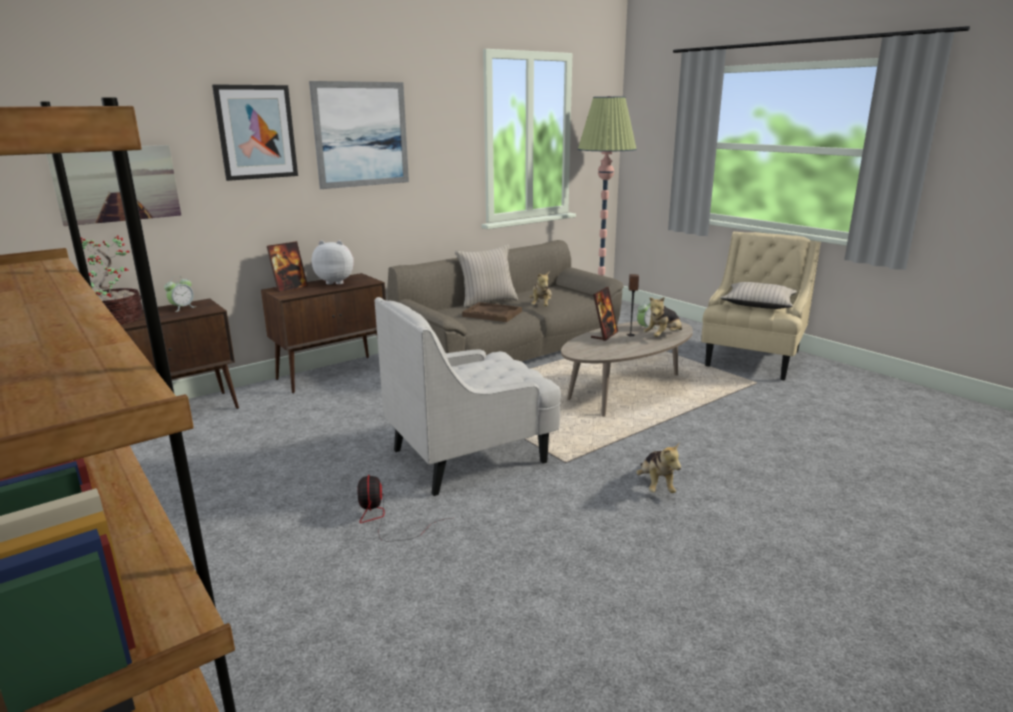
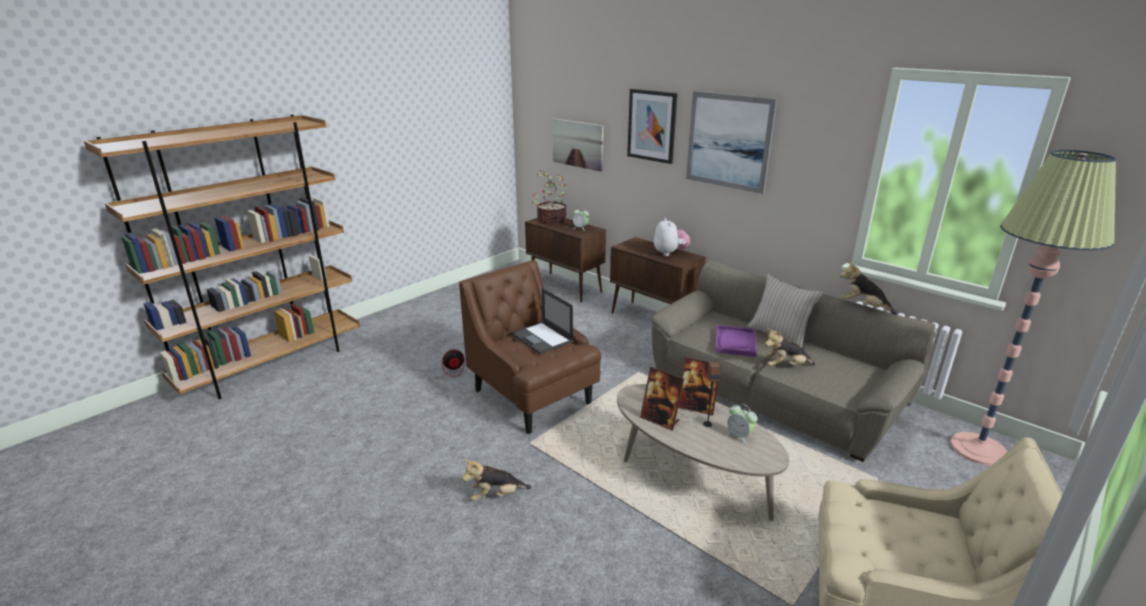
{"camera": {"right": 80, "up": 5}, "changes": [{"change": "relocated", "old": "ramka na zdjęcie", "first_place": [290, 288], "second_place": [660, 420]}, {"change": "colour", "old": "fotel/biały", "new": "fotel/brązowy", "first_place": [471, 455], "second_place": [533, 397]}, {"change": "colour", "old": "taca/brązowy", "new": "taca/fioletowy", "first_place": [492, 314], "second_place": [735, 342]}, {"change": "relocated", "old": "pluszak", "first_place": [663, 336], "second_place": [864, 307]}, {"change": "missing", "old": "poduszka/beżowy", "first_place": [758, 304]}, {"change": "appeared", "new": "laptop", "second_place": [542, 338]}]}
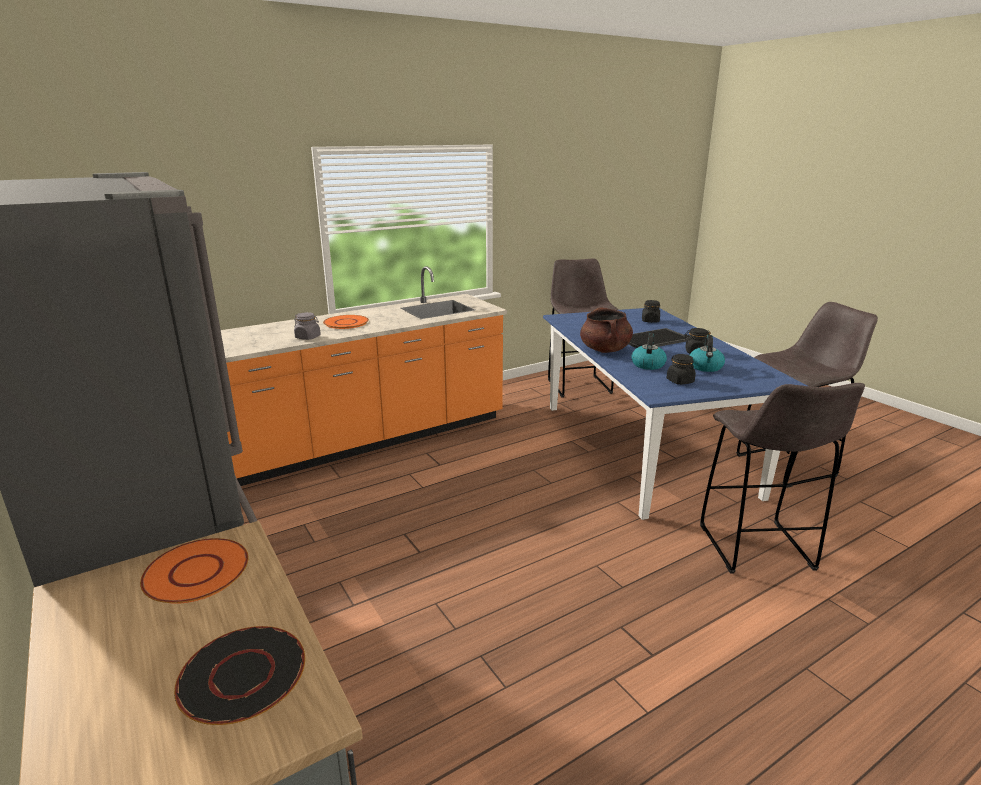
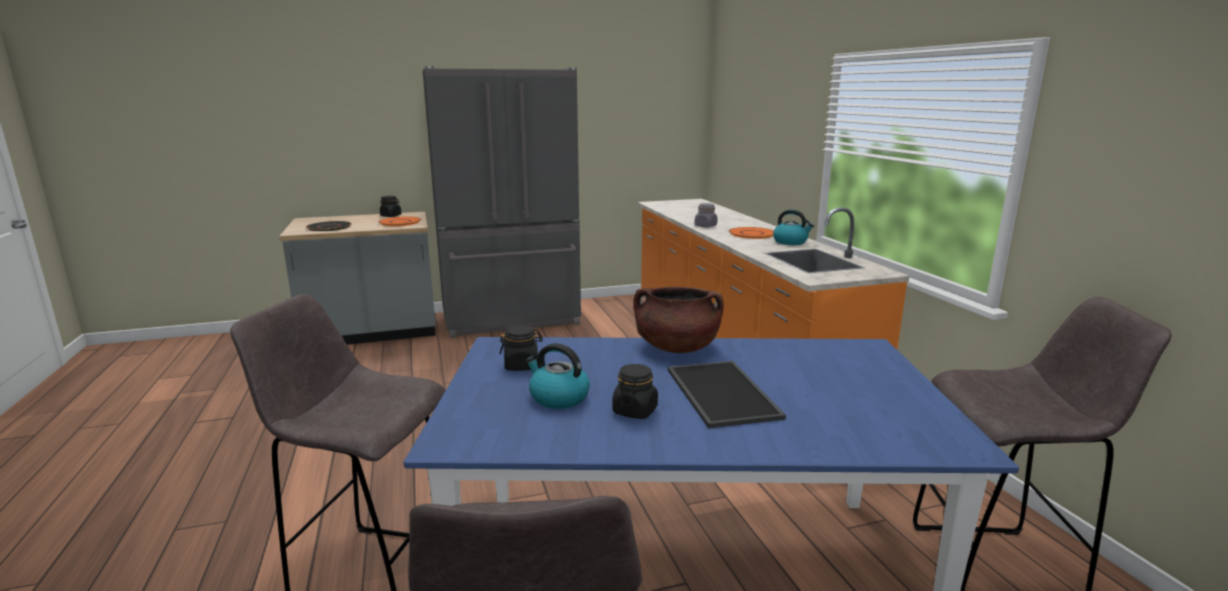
{"camera": {"right": 105, "up": -5}, "changes": [{"change": "relocated", "old": "czajnik", "first_place": [648, 364], "second_place": [791, 242]}, {"change": "relocated", "old": "słoik/czarny", "first_place": [650, 321], "second_place": [391, 216]}]}
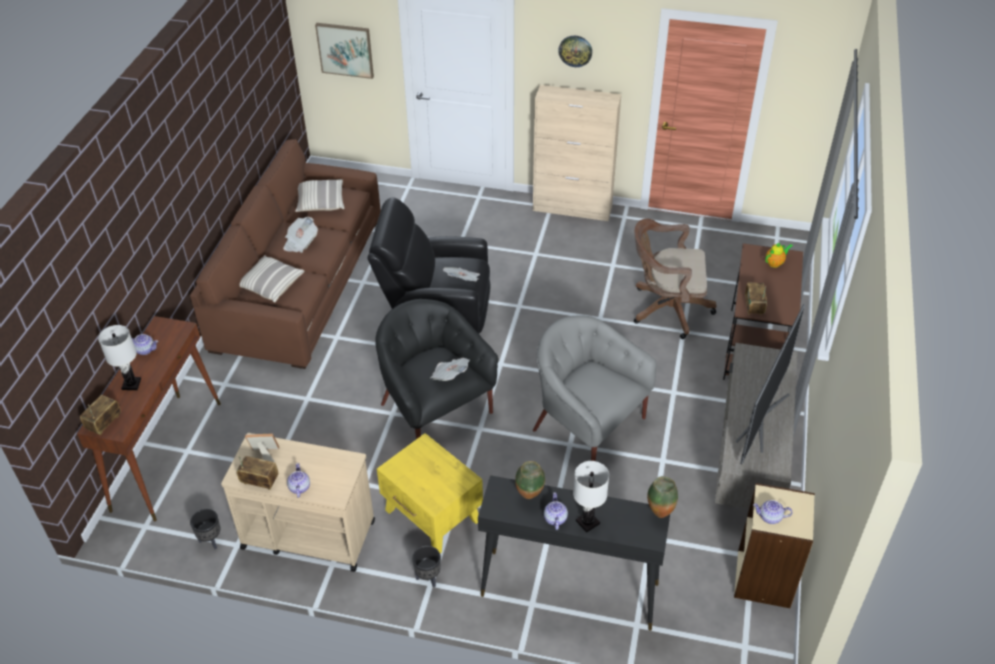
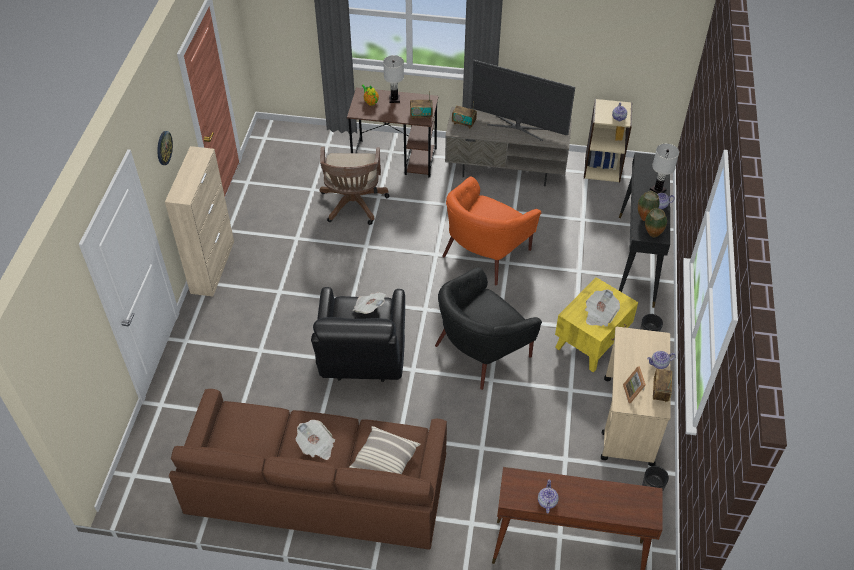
{"camera": {"right": -95, "up": 5}, "changes": [{"change": "relocated", "old": "radio", "first_place": [104, 423], "second_place": [463, 123]}, {"change": "relocated", "old": "lampa stołowa/biały", "first_place": [132, 384], "second_place": [394, 99]}, {"change": "missing", "old": "poduszka", "first_place": [321, 203]}, {"change": "missing", "old": "obraz", "first_place": [345, 50]}, {"change": "relocated", "old": "gazeta", "first_place": [450, 376], "second_place": [599, 314]}, {"change": "colour", "old": "fotel/szary", "new": "fotel/pomarańczowy", "first_place": [587, 424], "second_place": [485, 253]}, {"change": "relocated", "old": "wazon", "first_place": [659, 513], "second_place": [652, 236]}]}
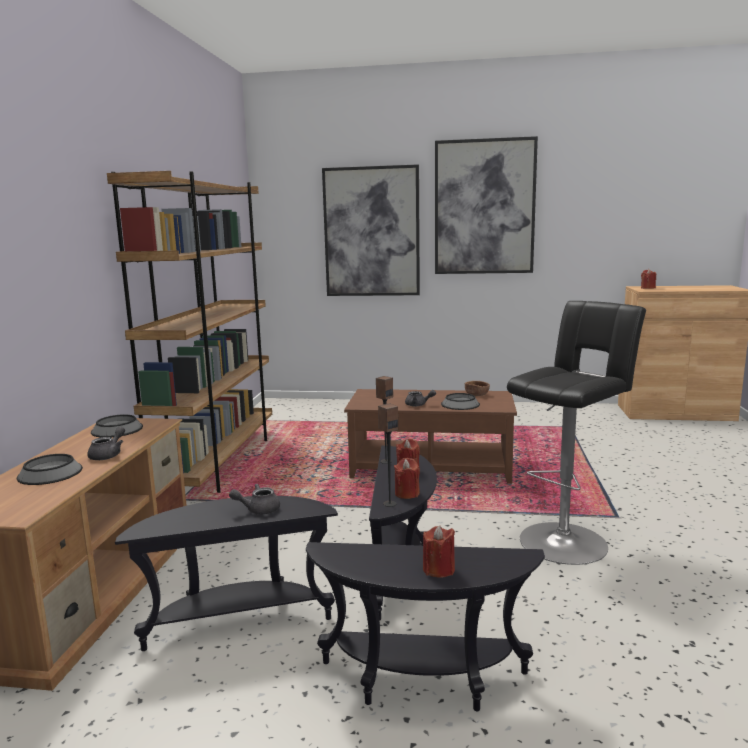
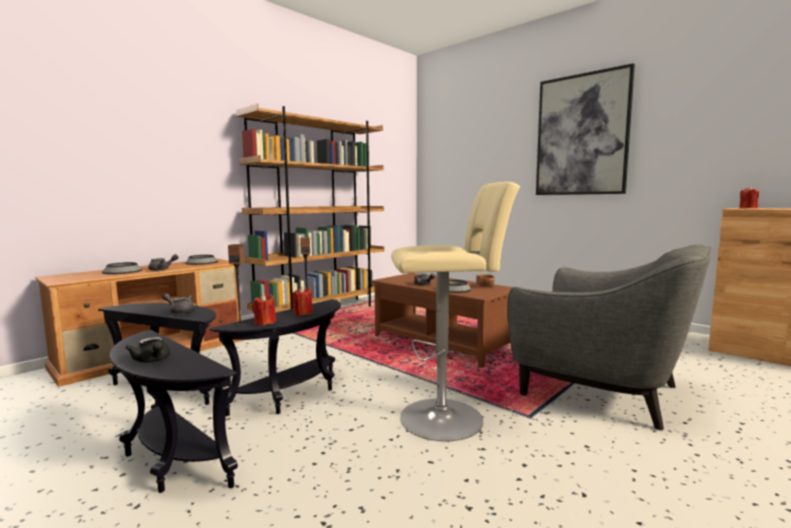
{"camera": {"right": 35, "up": -5}, "changes": [{"change": "missing", "old": "obraz", "first_place": [371, 232]}, {"change": "exchanged", "old": "świeca/czerwony", "new": "imbryk/czarny", "first_place": [438, 569], "second_place": [152, 360]}, {"change": "colour", "old": "stołek/czarny", "new": "stołek/beżowy", "first_place": [566, 540], "second_place": [447, 417]}, {"change": "appeared", "new": "fotel/szary", "second_place": [601, 390]}]}
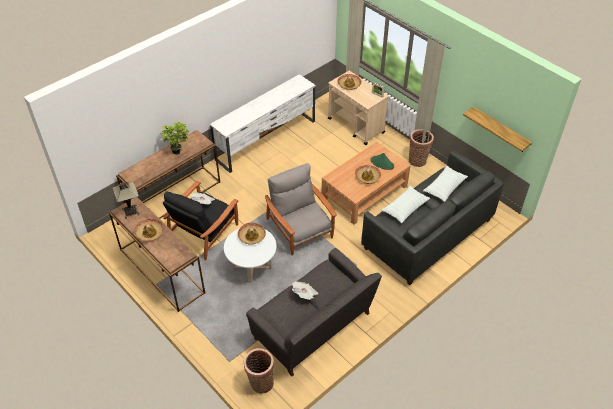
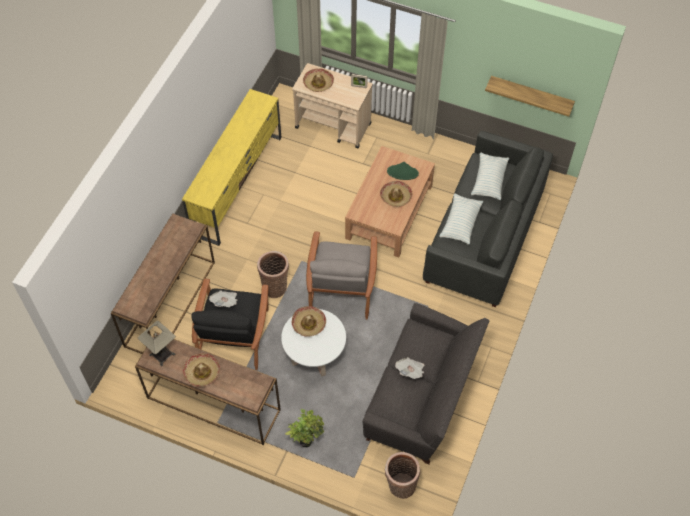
{"camera": {"right": -25, "up": 10}, "changes": [{"change": "relocated", "old": "roślina doniczkowa", "first_place": [178, 150], "second_place": [306, 439]}, {"change": "colour", "old": "szafka pod telewizor/biały", "new": "szafka pod telewizor/żółty", "first_place": [266, 140], "second_place": [238, 184]}, {"change": "spun", "old": "fotel/szary", "first_place": [299, 229], "second_place": [342, 287], "degrees": -120}, {"change": "relocated", "old": "koszyk", "first_place": [418, 160], "second_place": [275, 286]}]}
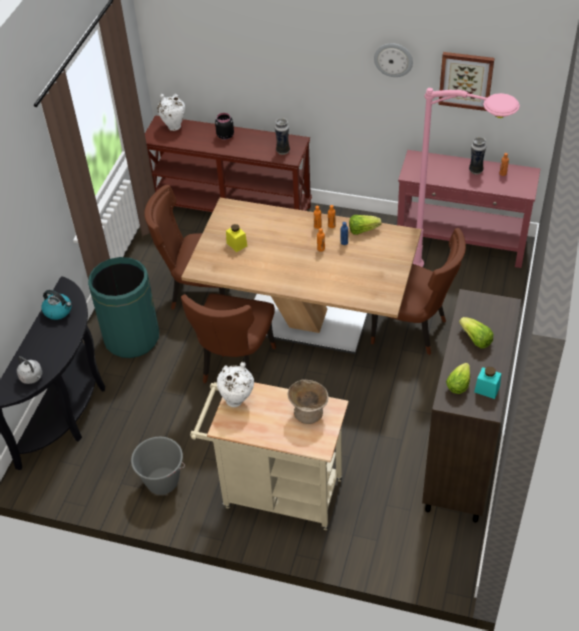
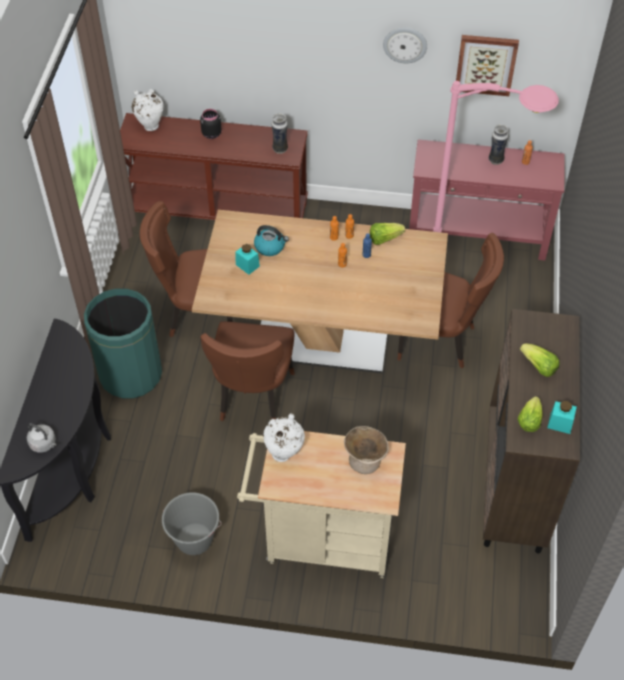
{"camera": {"right": -10, "up": 5}, "changes": [{"change": "relocated", "old": "czajnik", "first_place": [58, 311], "second_place": [270, 247]}, {"change": "colour", "old": "słoik/żółty", "new": "słoik/turkusowy", "first_place": [237, 244], "second_place": [247, 265]}]}
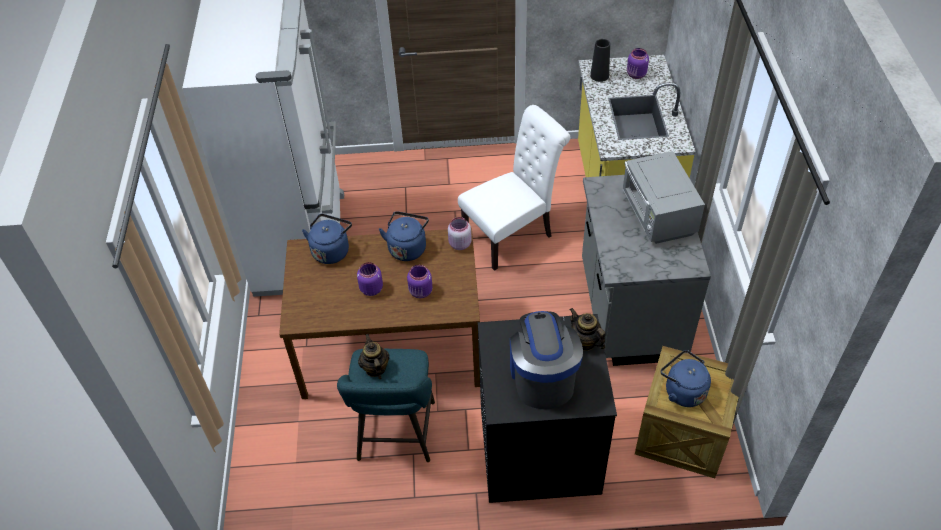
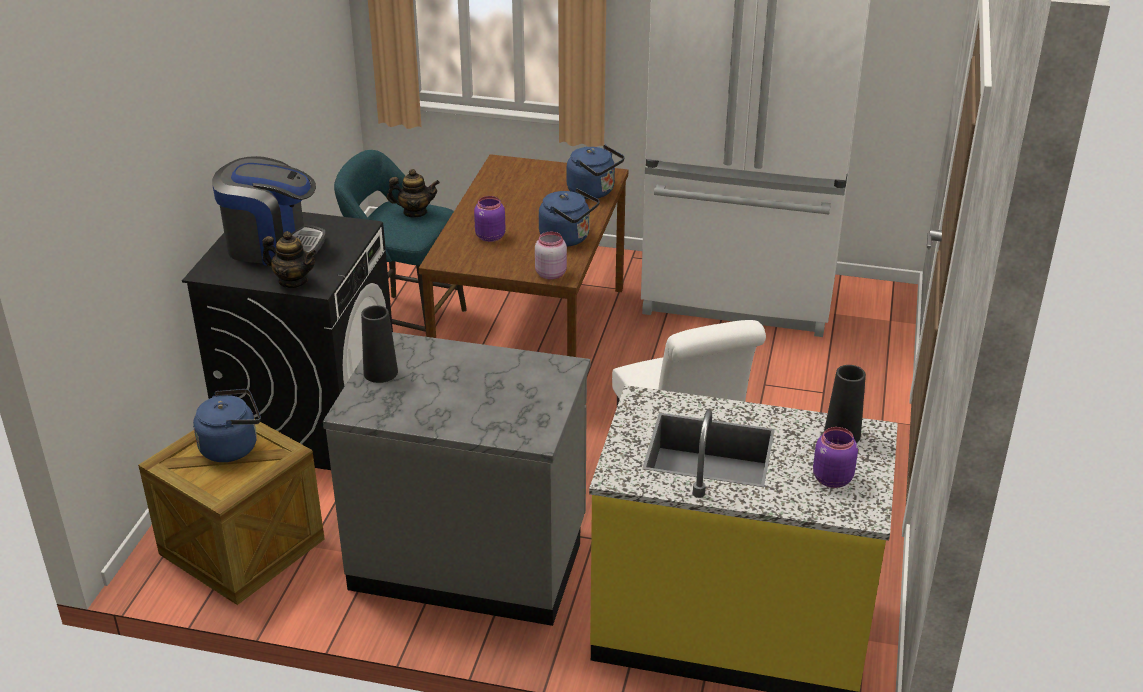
{"camera": {"right": 105, "up": -15}, "changes": [{"change": "missing", "old": "słoik/fioletowy", "first_place": [371, 288]}, {"change": "spun", "old": "imbryk", "first_place": [585, 342], "second_place": [293, 281], "degrees": 45}, {"change": "missing", "old": "mikrofalówka/szary", "first_place": [658, 216]}, {"change": "appeared", "new": "wazon/czarny", "second_place": [380, 372]}]}
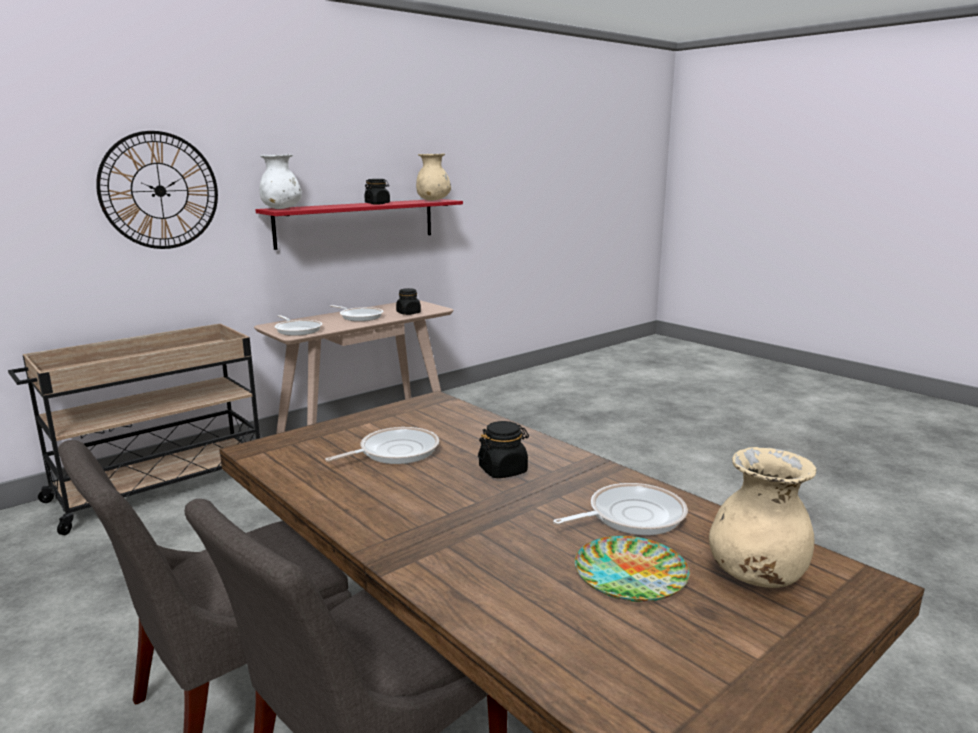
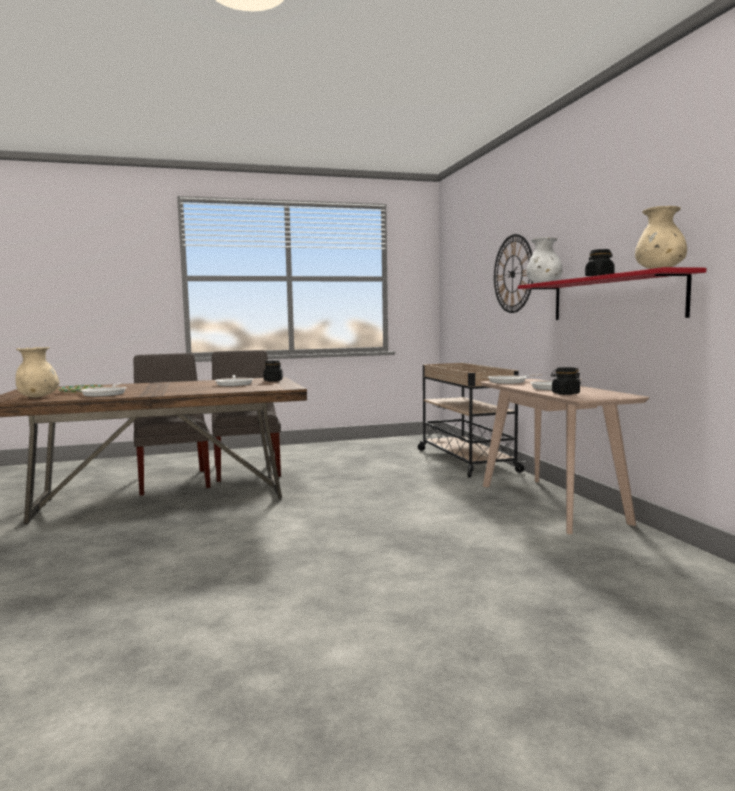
{"camera": {"right": 115, "up": -10}, "changes": [{"change": "relocated", "old": "słoik/czarny", "first_place": [503, 470], "second_place": [273, 381]}]}
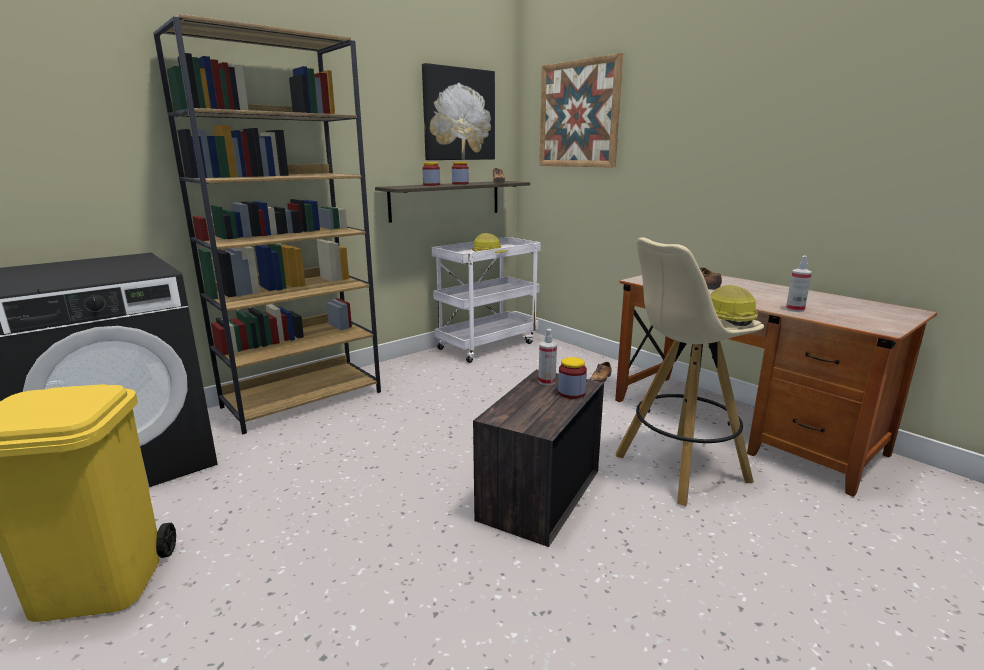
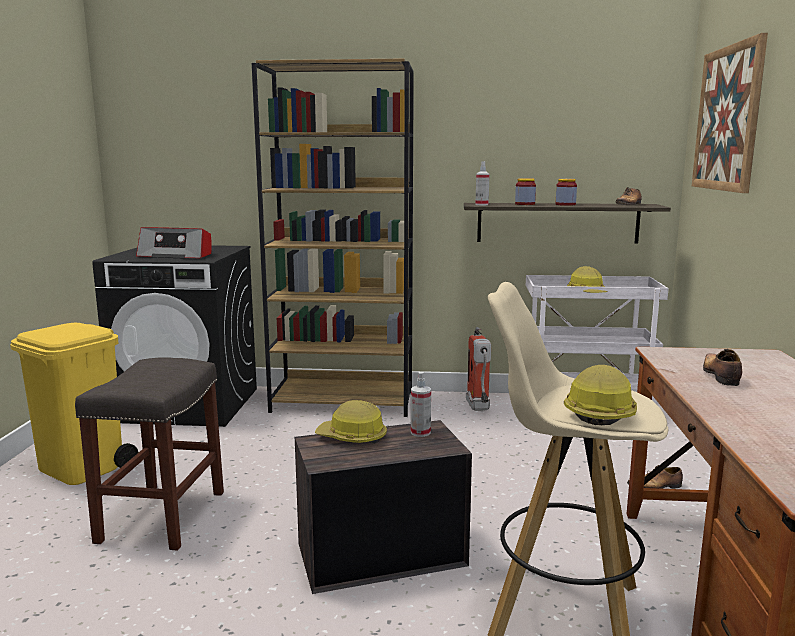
{"camera": {"right": 45, "up": -5}, "changes": [{"change": "missing", "old": "obraz", "first_place": [458, 115]}, {"change": "missing", "old": "słoik", "first_place": [571, 393]}, {"change": "relocated", "old": "spryskiwacz", "first_place": [795, 309], "second_place": [482, 204]}, {"change": "appeared", "new": "stołek/szary", "second_place": [162, 515]}, {"change": "appeared", "new": "radio", "second_place": [176, 255]}, {"change": "appeared", "new": "kask", "second_place": [352, 437]}, {"change": "appeared", "new": "gaśnica", "second_place": [479, 408]}]}
